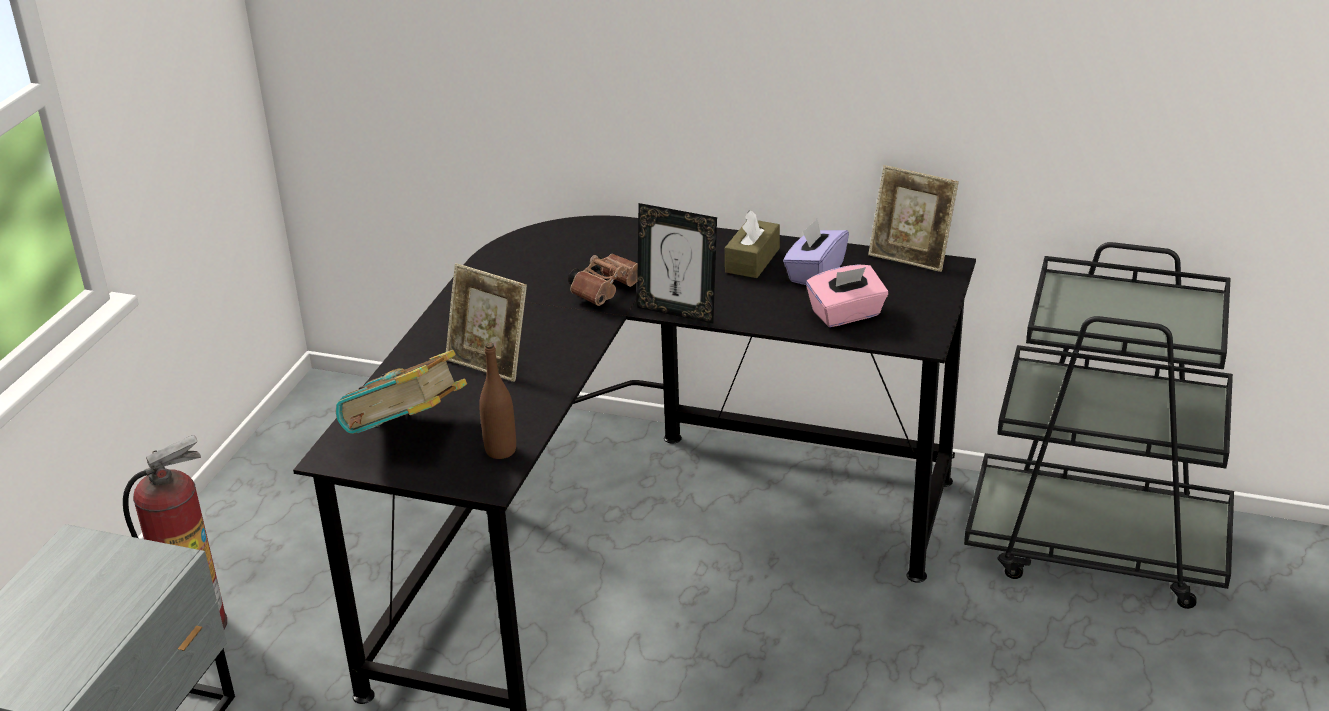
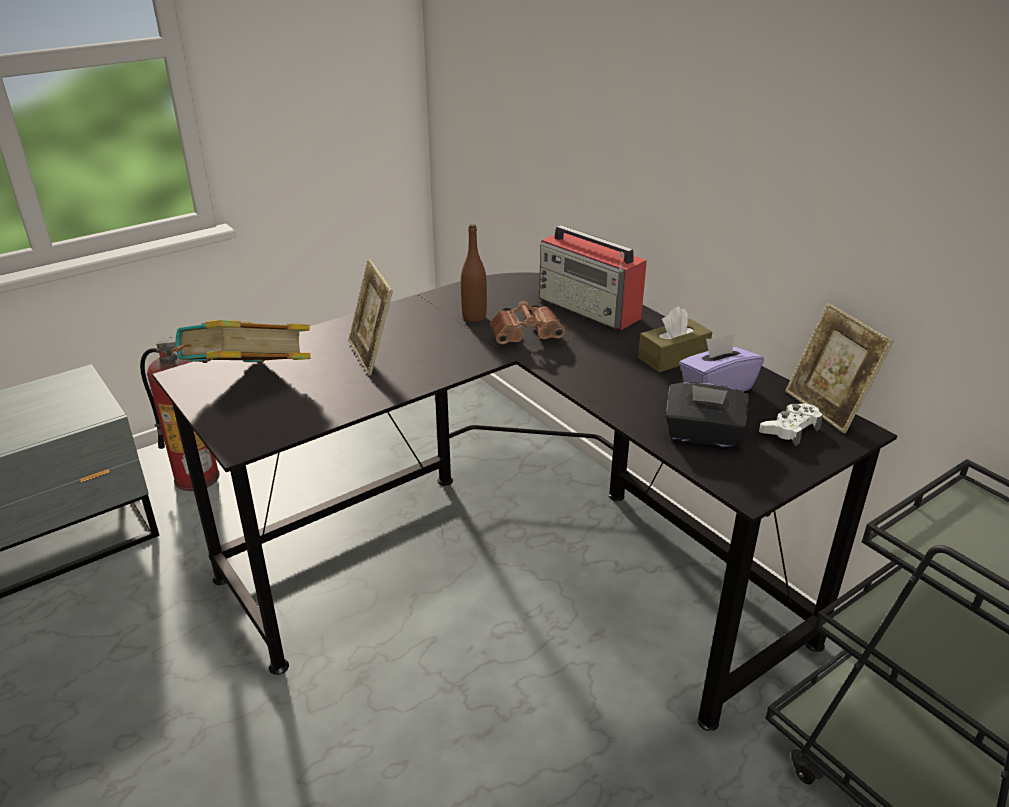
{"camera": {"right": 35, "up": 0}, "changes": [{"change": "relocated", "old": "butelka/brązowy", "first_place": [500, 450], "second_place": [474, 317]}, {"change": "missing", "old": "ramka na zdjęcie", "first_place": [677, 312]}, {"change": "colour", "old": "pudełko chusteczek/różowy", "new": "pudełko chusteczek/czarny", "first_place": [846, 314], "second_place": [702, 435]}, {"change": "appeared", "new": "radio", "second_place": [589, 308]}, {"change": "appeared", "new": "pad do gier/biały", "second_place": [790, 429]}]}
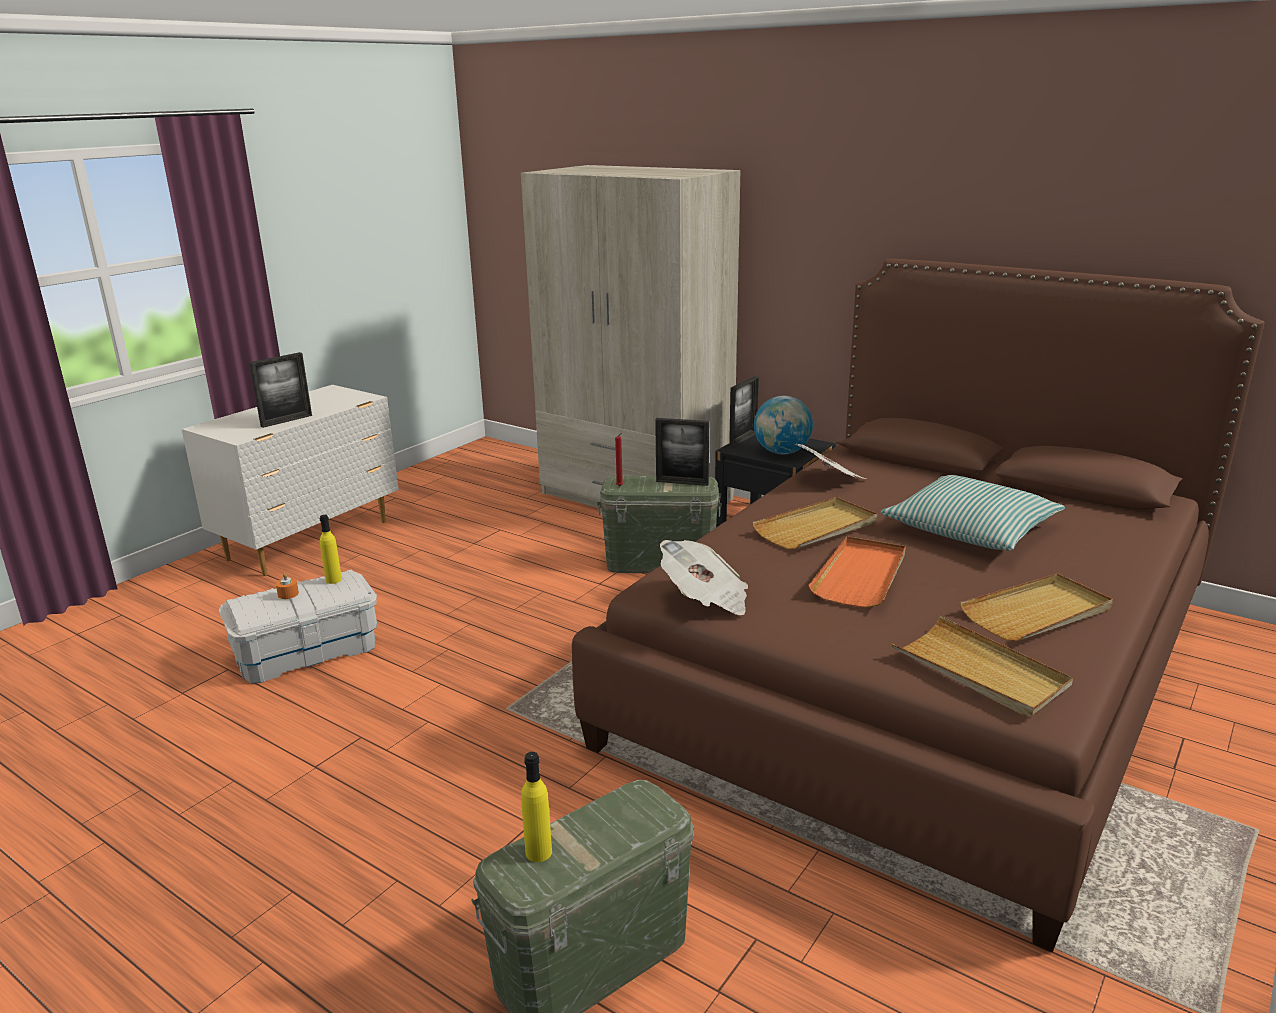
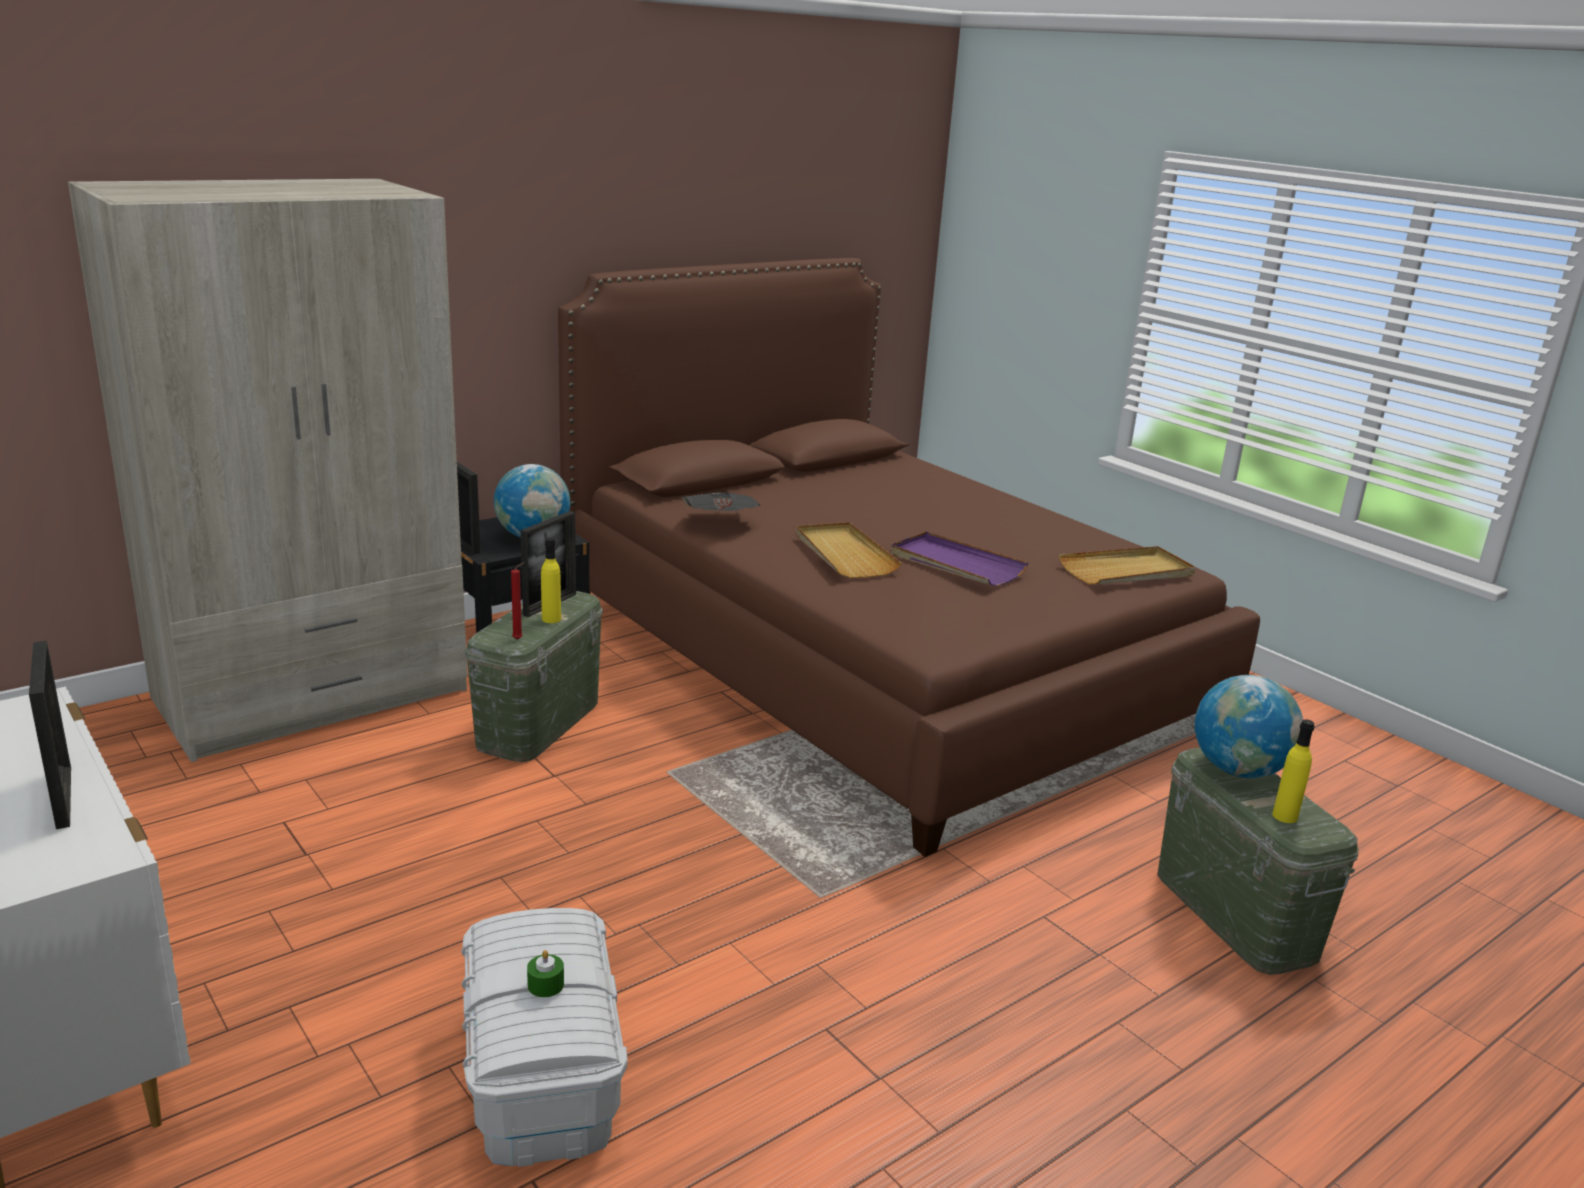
{"camera": {"right": -75, "up": 0}, "changes": [{"change": "colour", "old": "świeca/pomarańczowy", "new": "świeca/zielony", "first_place": [288, 594], "second_place": [545, 985]}, {"change": "relocated", "old": "butelka/żółty", "first_place": [333, 580], "second_place": [551, 619]}, {"change": "missing", "old": "gazeta", "first_place": [705, 599]}, {"change": "colour", "old": "taca/pomarańczowy", "new": "taca/fioletowy", "first_place": [860, 575], "second_place": [956, 564]}, {"change": "missing", "old": "poduszka", "first_place": [970, 529]}, {"change": "missing", "old": "taca/beżowy", "first_place": [1037, 612]}, {"change": "appeared", "new": "globus", "second_place": [1238, 770]}]}
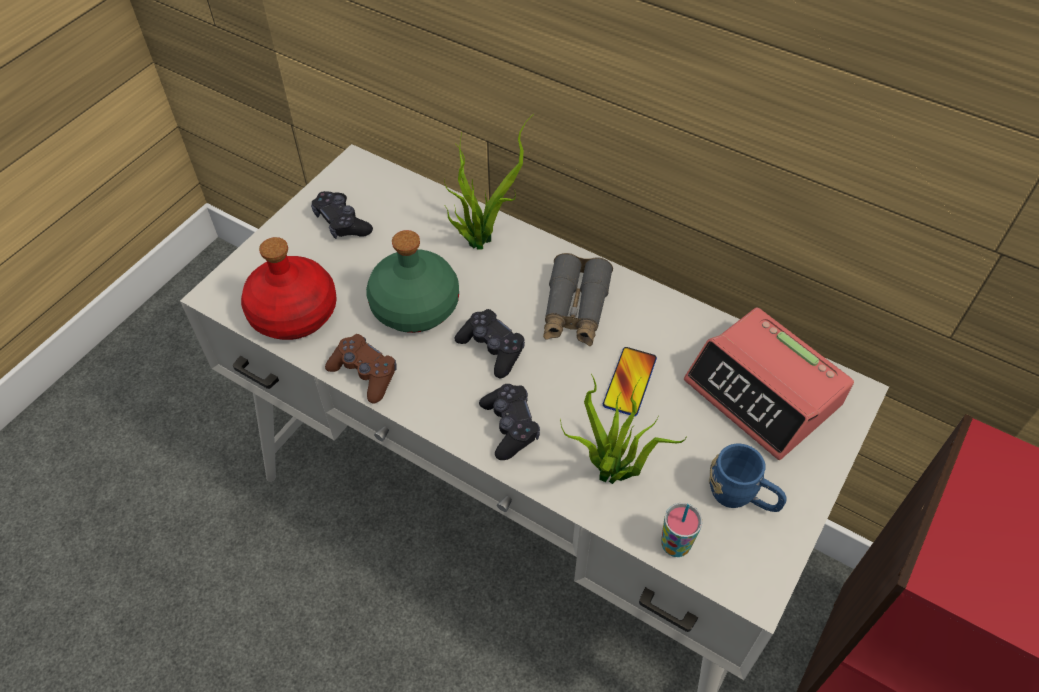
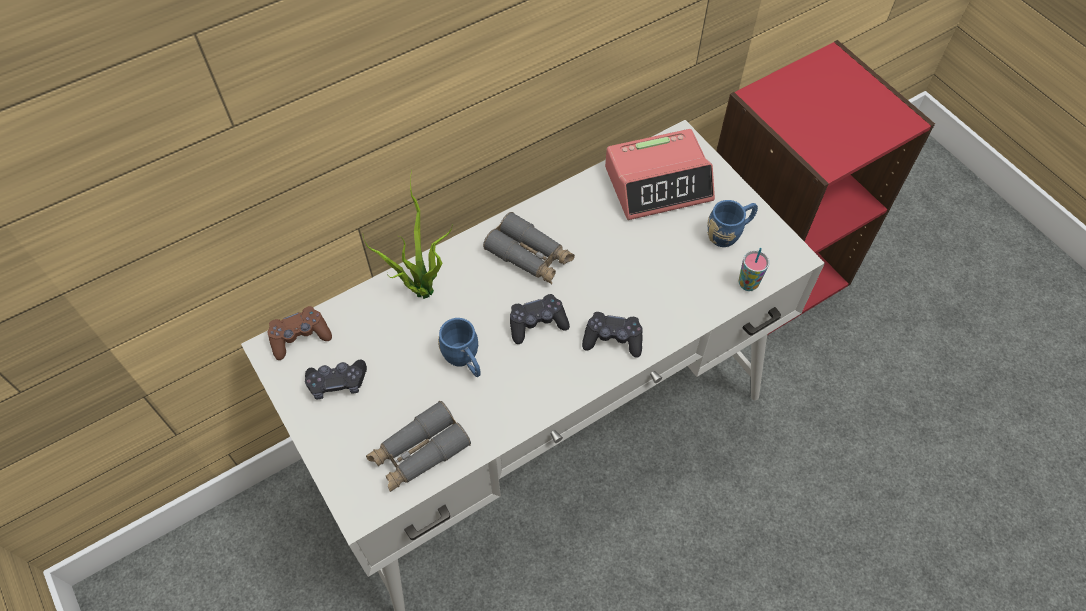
{"camera": {"right": -65, "up": 5}, "changes": [{"change": "exchanged", "old": "butelka/czerwony", "new": "lornetka/szary", "first_place": [293, 312], "second_place": [418, 452]}, {"change": "relocated", "old": "pad do gier/brązowy", "first_place": [364, 374], "second_place": [300, 337]}, {"change": "exchanged", "old": "butelka/zielony", "new": "kubek/niebieski", "first_place": [414, 306], "second_place": [465, 360]}, {"change": "missing", "old": "roślina doniczkowa", "first_place": [612, 475]}, {"change": "missing", "old": "telefon", "first_place": [629, 382]}]}
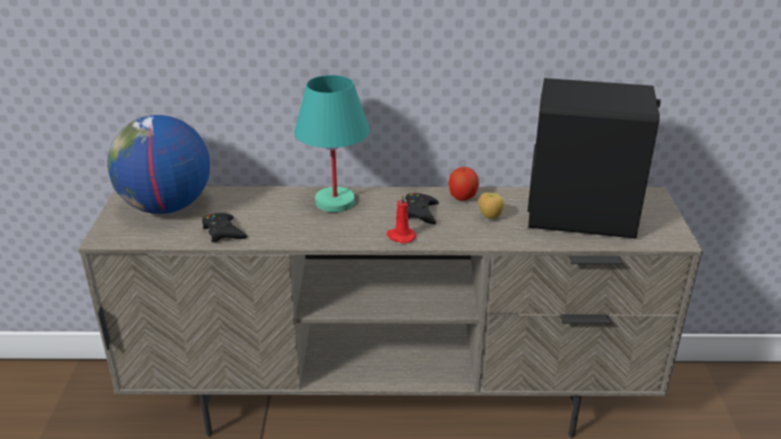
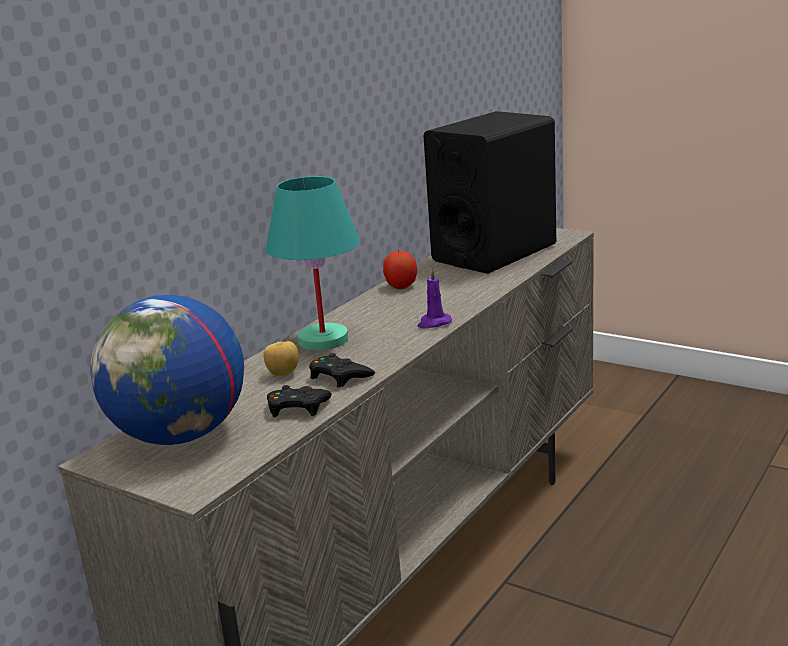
{"camera": {"right": -55, "up": -10}, "changes": [{"change": "colour", "old": "świeca/czerwony", "new": "świeca/fioletowy", "first_place": [400, 236], "second_place": [434, 323]}, {"change": "relocated", "old": "pad do gier/czarny", "first_place": [420, 213], "second_place": [339, 376]}, {"change": "relocated", "old": "jabłko", "first_place": [490, 217], "second_place": [283, 374]}]}
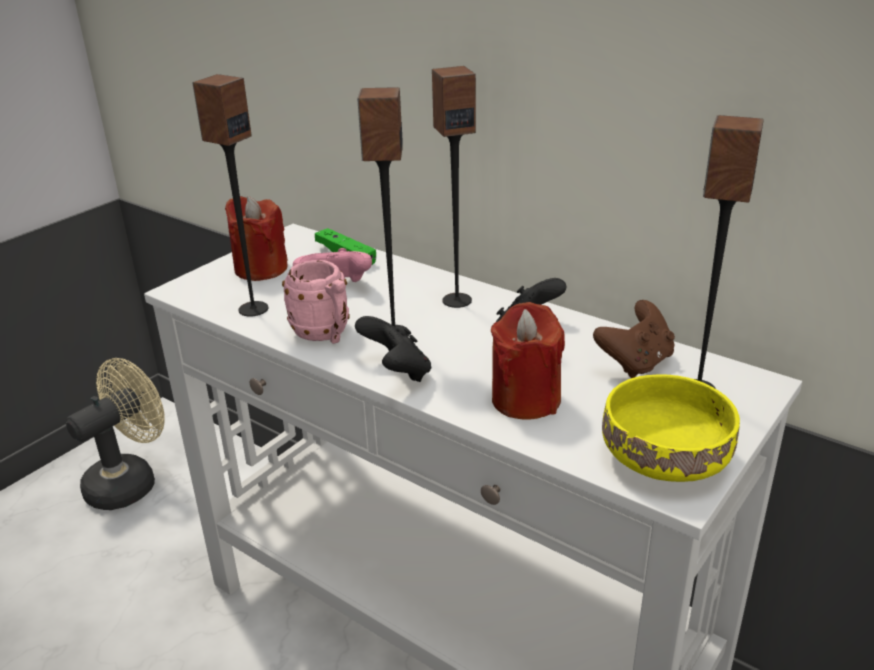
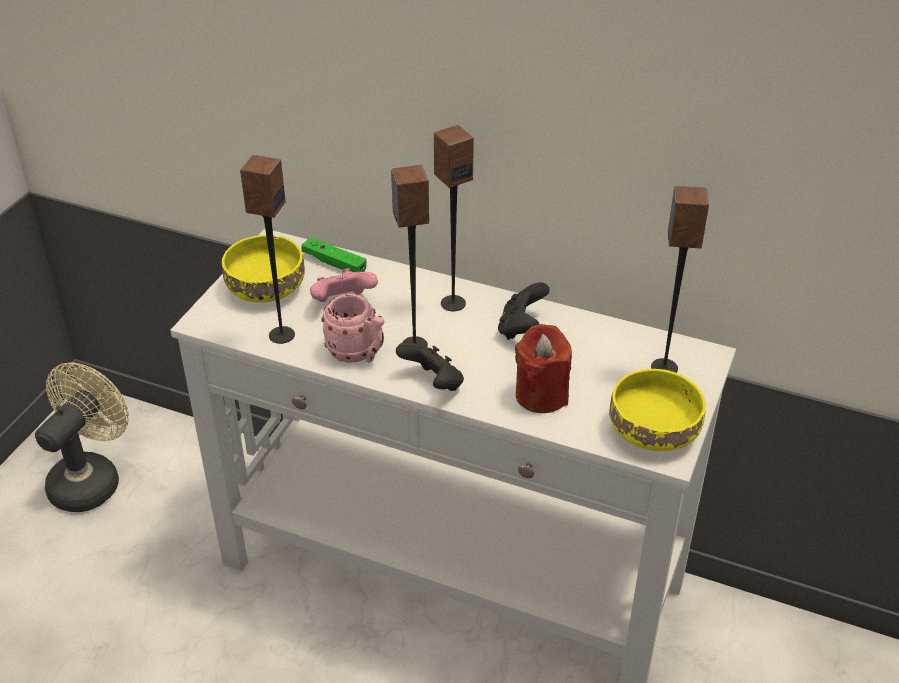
{"camera": {"right": -15, "up": 10}, "changes": [{"change": "exchanged", "old": "świeca/czerwony", "new": "miska/żółty", "first_place": [261, 269], "second_place": [264, 288]}, {"change": "missing", "old": "pad do gier/brązowy", "first_place": [635, 363]}]}
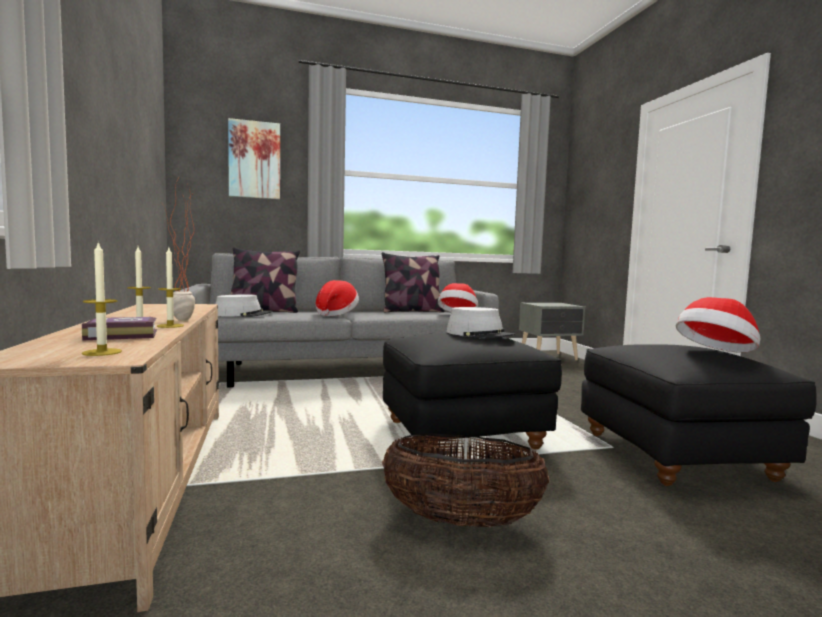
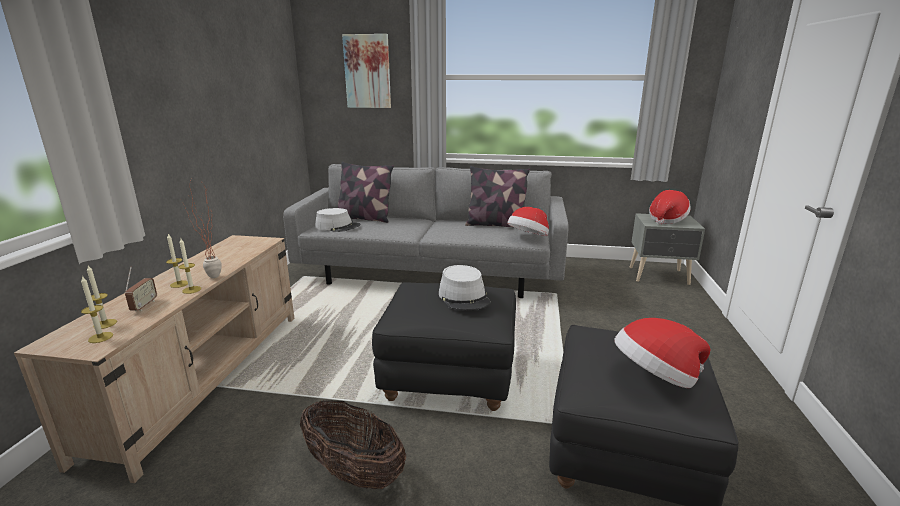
{"camera": {"right": 25, "up": 15}, "changes": [{"change": "exchanged", "old": "książka", "new": "radio", "first_place": [120, 335], "second_place": [144, 306]}, {"change": "relocated", "old": "kapelusz", "first_place": [336, 314], "second_place": [666, 220]}, {"change": "appeared", "new": "świeca", "second_place": [105, 324]}]}
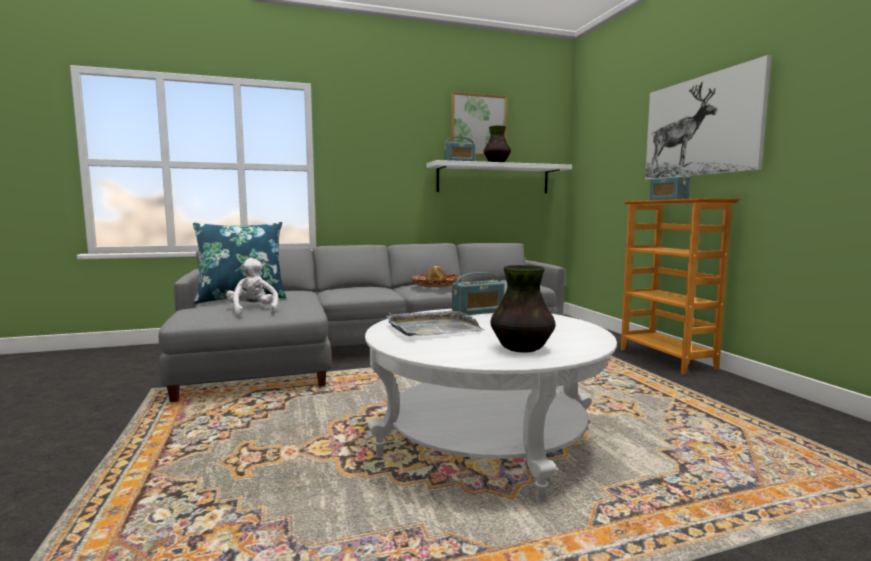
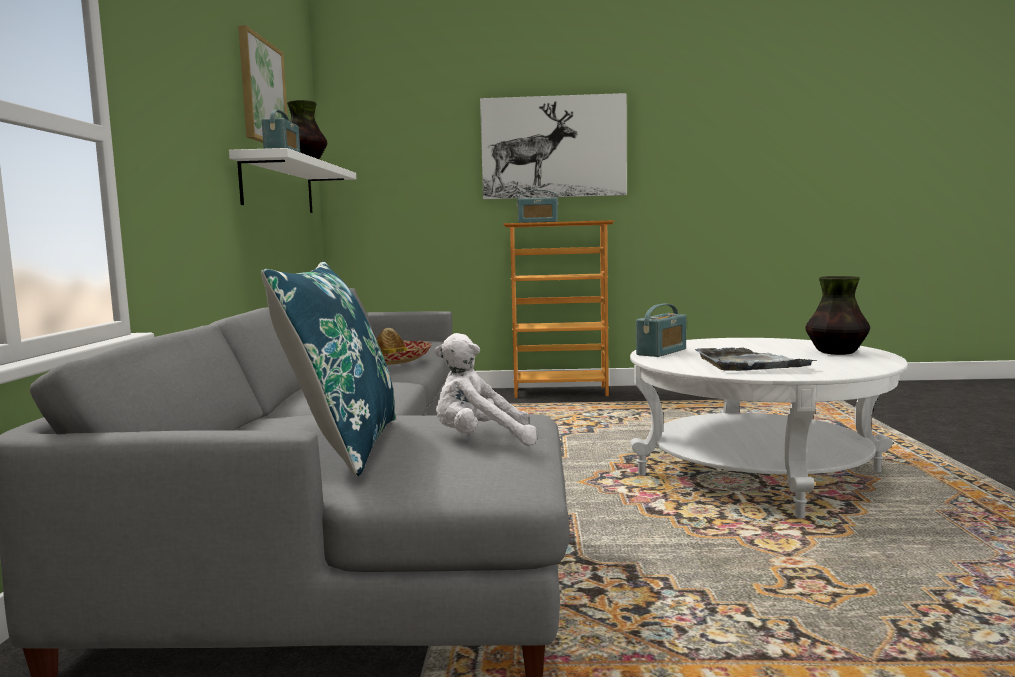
{"camera": {"right": -70, "up": 0}, "changes": [{"change": "spun", "old": "radio", "first_place": [478, 312], "second_place": [661, 352], "degrees": 45}]}
